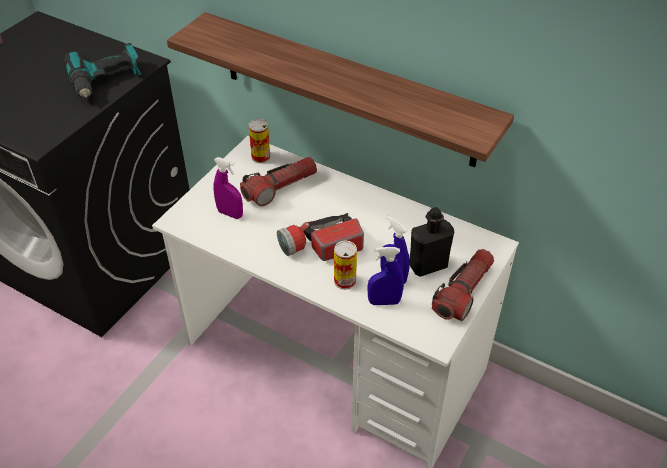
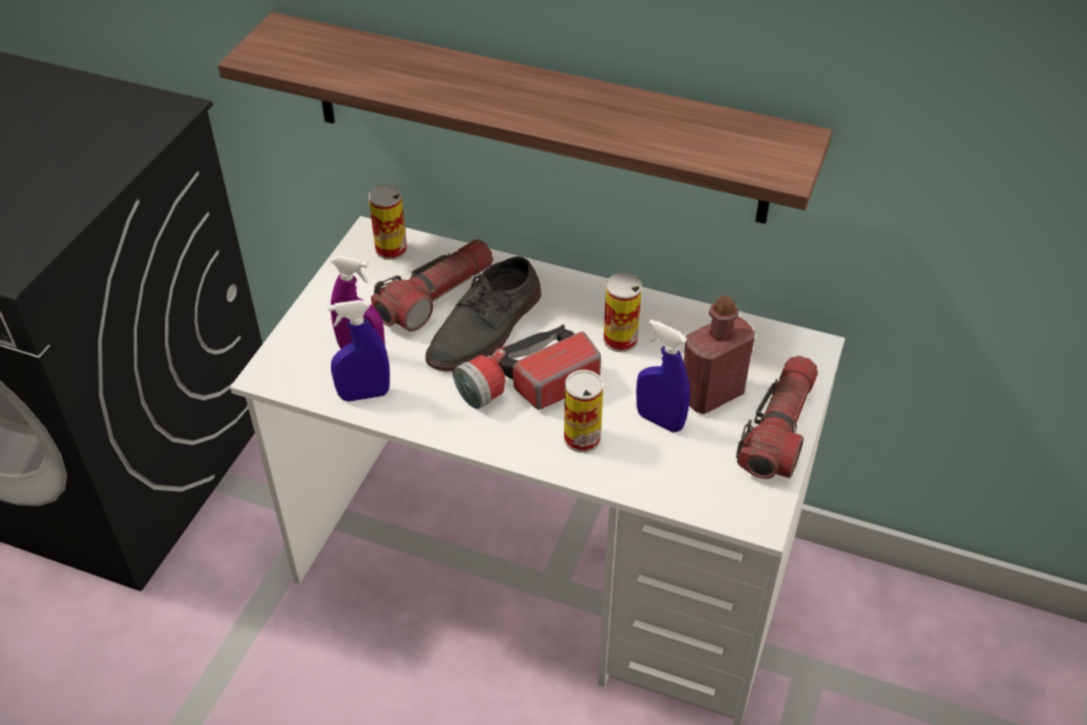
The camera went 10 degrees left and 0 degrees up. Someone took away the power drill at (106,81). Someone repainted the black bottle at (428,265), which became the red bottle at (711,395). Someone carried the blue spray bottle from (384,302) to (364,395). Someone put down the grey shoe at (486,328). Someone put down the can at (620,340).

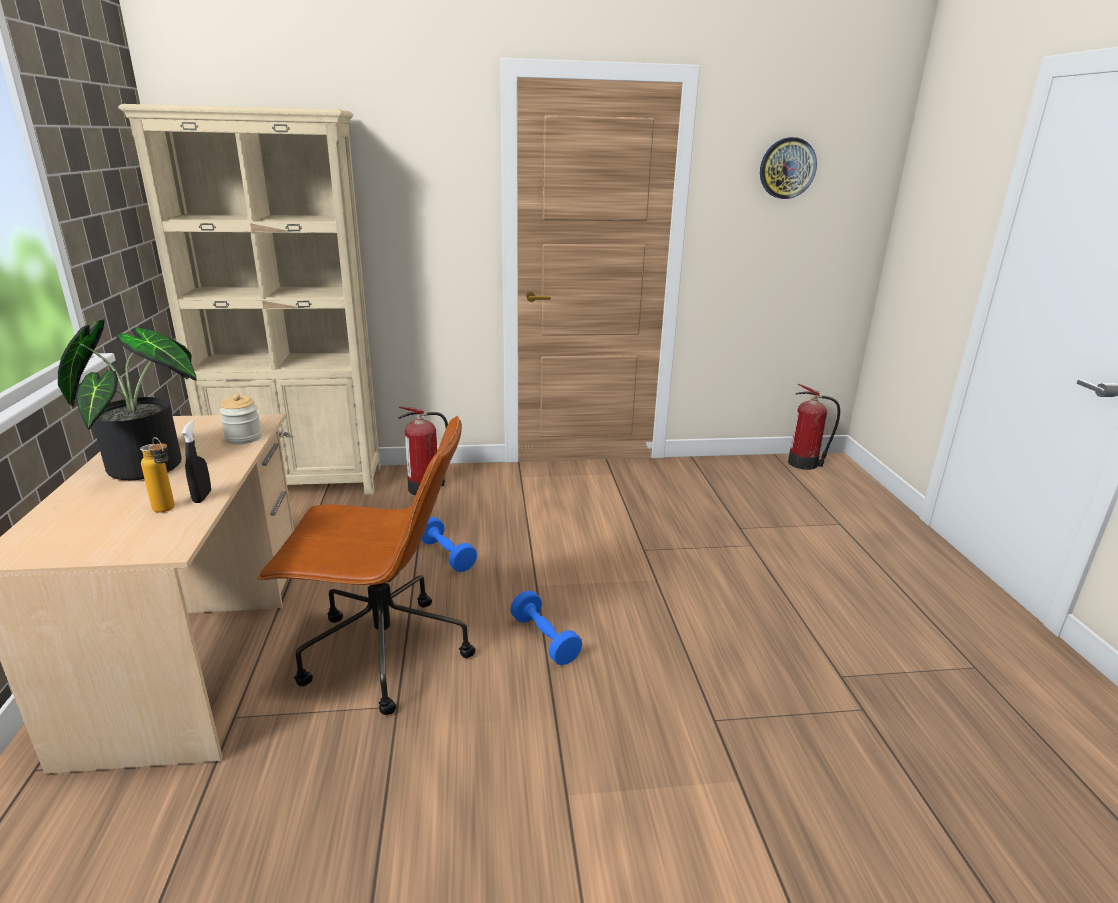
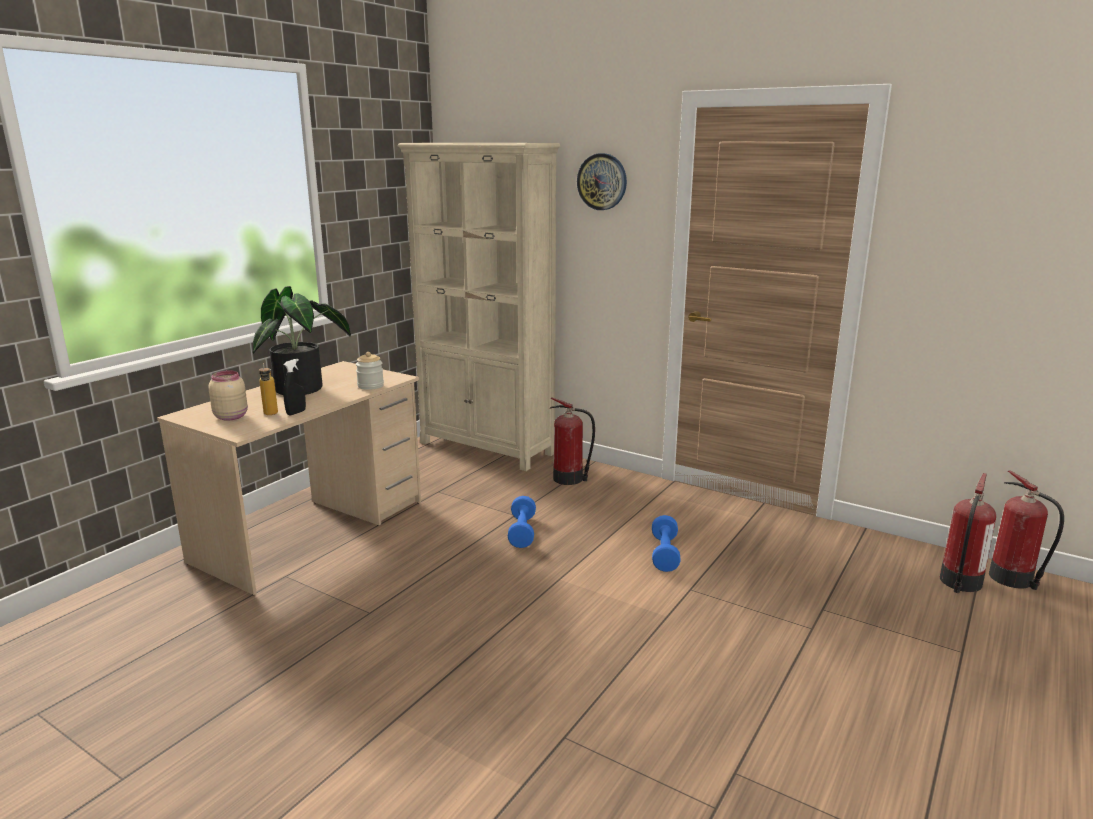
The camera went 40 degrees right and 5 degrees down. Someone carried the wall clock from (787,168) to (602,181). Someone took away the brown office chair at (382,653). Someone carried the blue dumbbell from (544,639) to (664,554). Someone put down the beige jar at (231,416). Someone put down the fire extinguisher at (960,582).

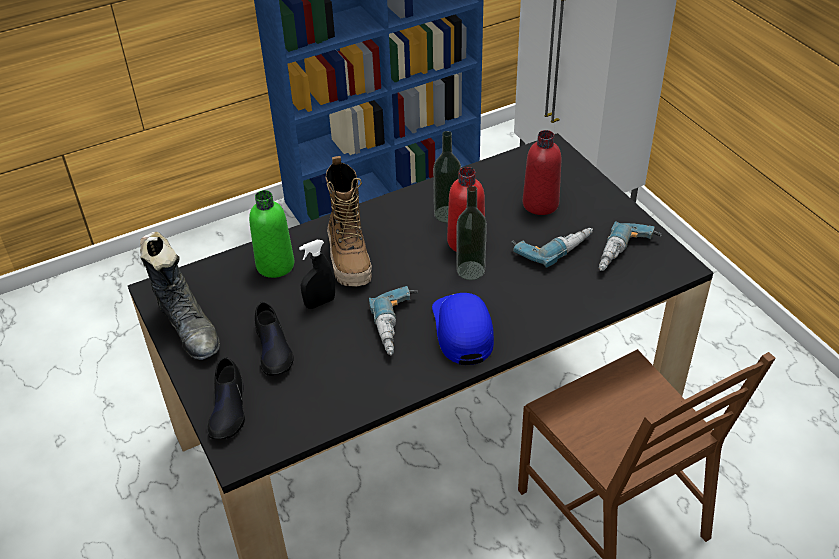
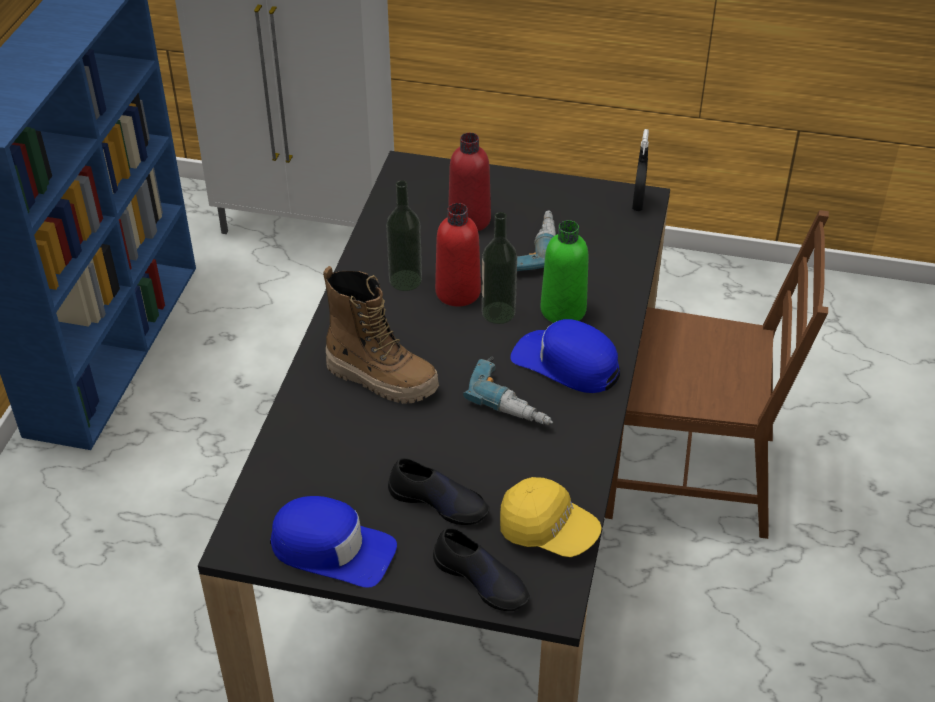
The camera went 50 degrees left and 0 degrees up. Someone carried the green bottle from (275,265) to (563,310). Someone took away the power drill at (627,256). Someone swapped the black boot at (189,328) for the blue cap at (332,549). Someone carried the black spray bottle from (320,302) to (638,203). Someone put down the yellow cap at (548,531).

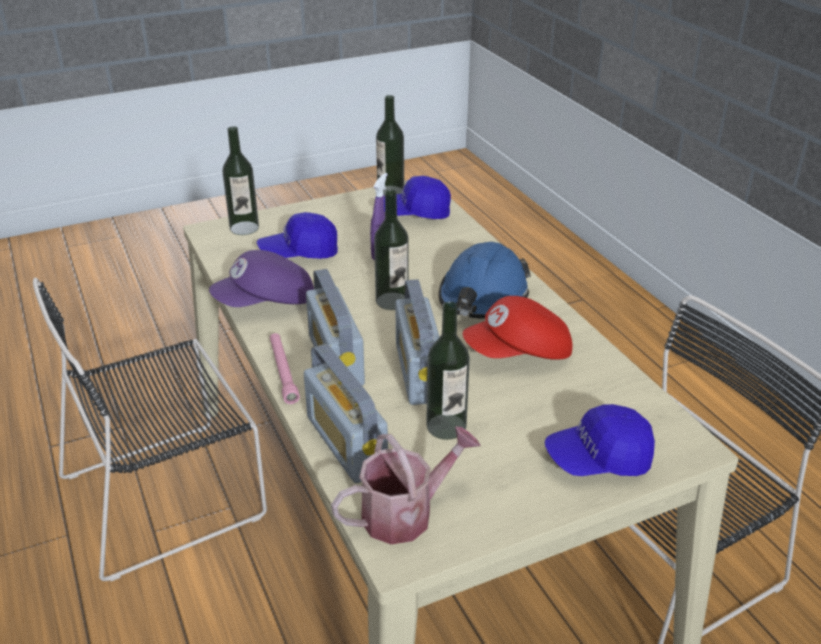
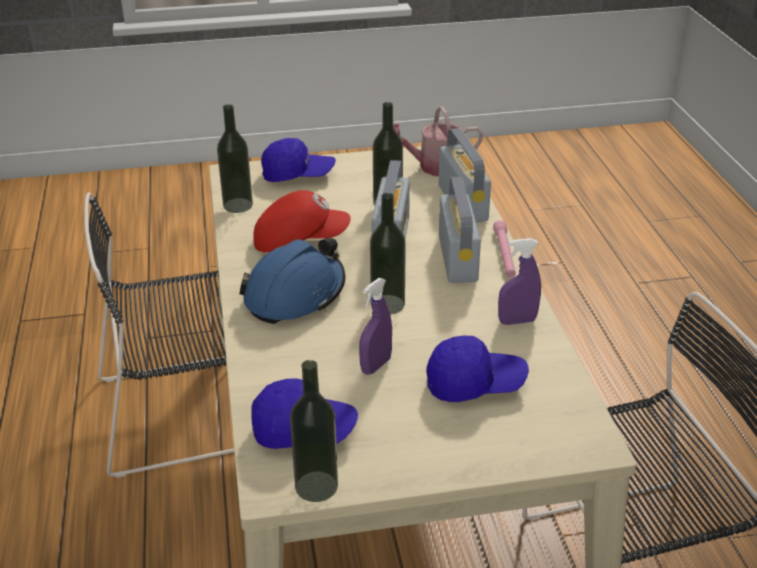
The camera went 165 degrees left and 0 degrees up. Someone carried the bottle from (244,228) to (238,205). Someone swapped the purple cap at (267,303) for the purple spray bottle at (517,321).

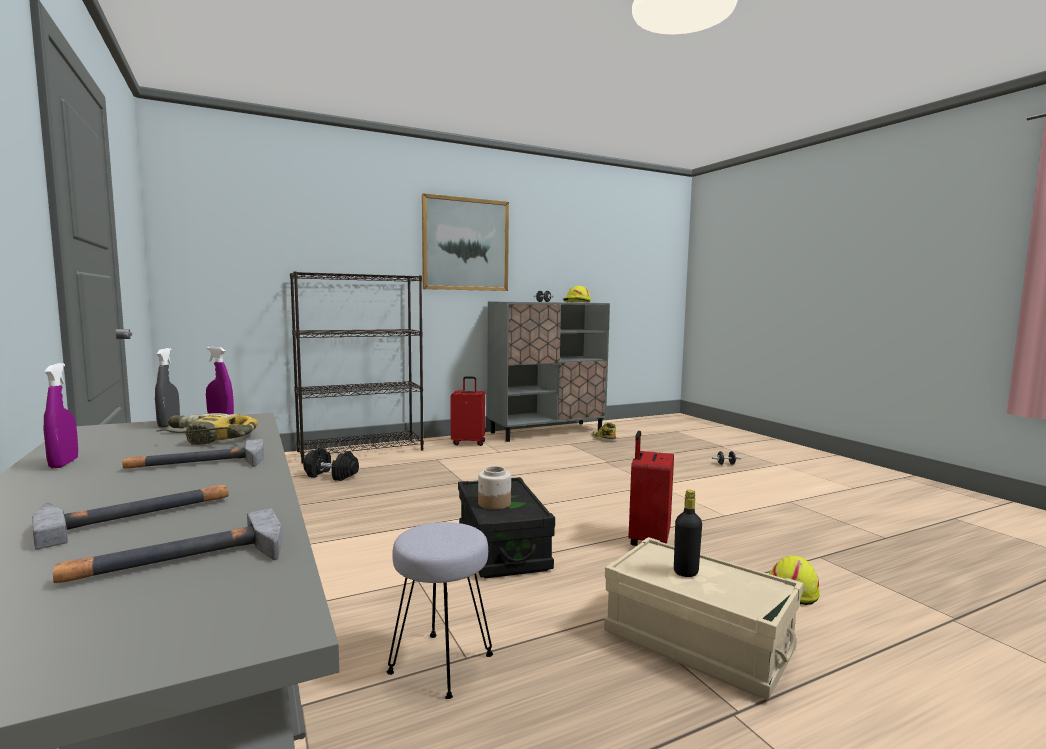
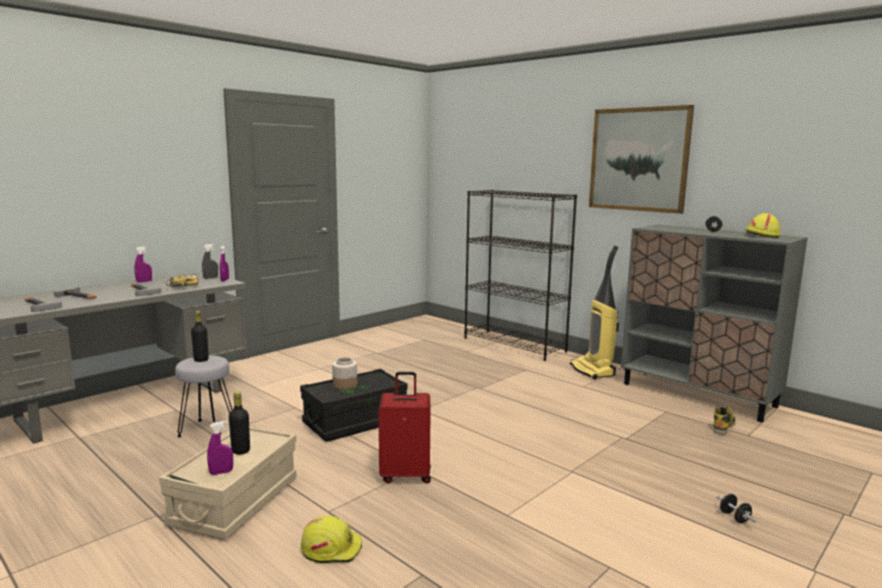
The camera went 70 degrees right and 5 degrees up. Someone swapped the red suitcase at (468,443) for the vacuum cleaner at (593,371). Someone took away the black dumbbell at (331,475). Someone put down the black bottle at (201,360). Someone put down the purple spray bottle at (221,472).

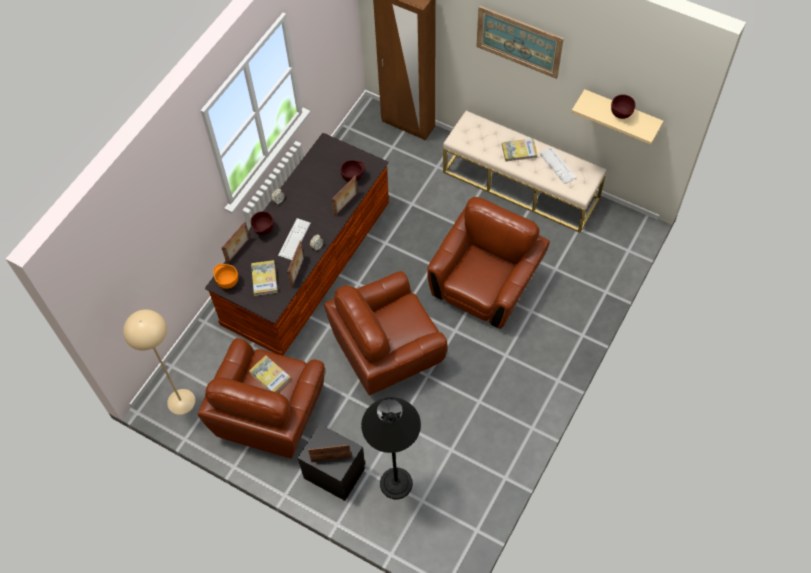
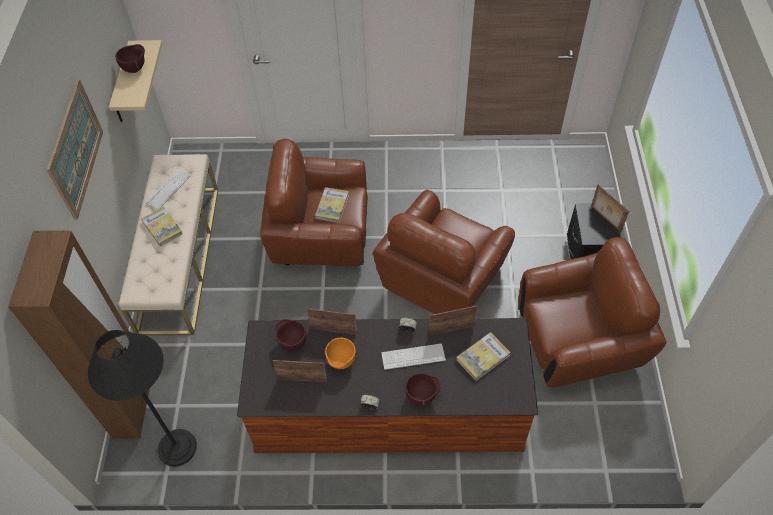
The camera went 120 degrees left and 5 degrees down. Someone carried the picture frame from (238,250) to (302,379). Someone carried the orange bowl from (227,282) to (341,363). Someone rotated the brown armchair at (387,350) by 90 degrees clockwise. Someone took away the beige floor lamp at (181,401). Someone carried the book from (270,376) to (332,206). Someone carried the black floor lamp from (396,483) to (177,447).

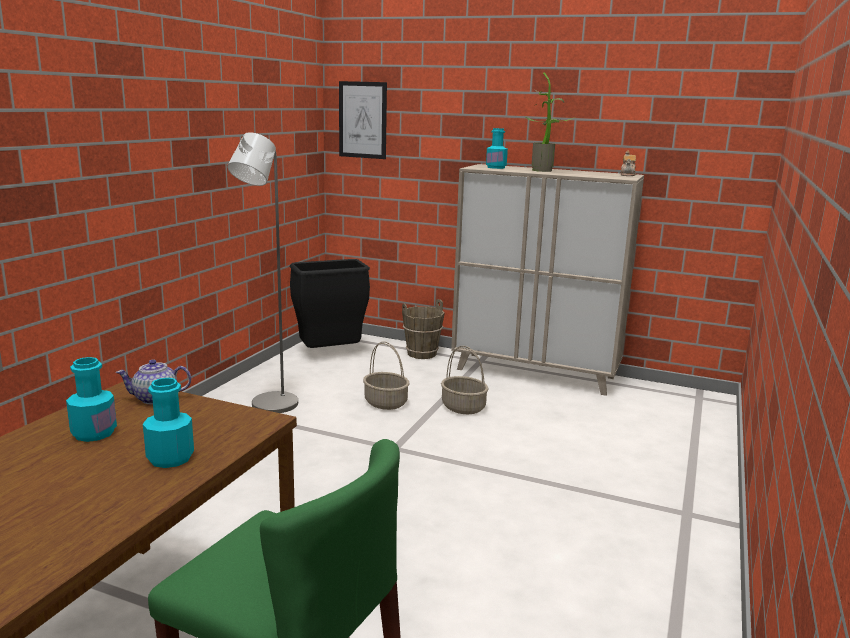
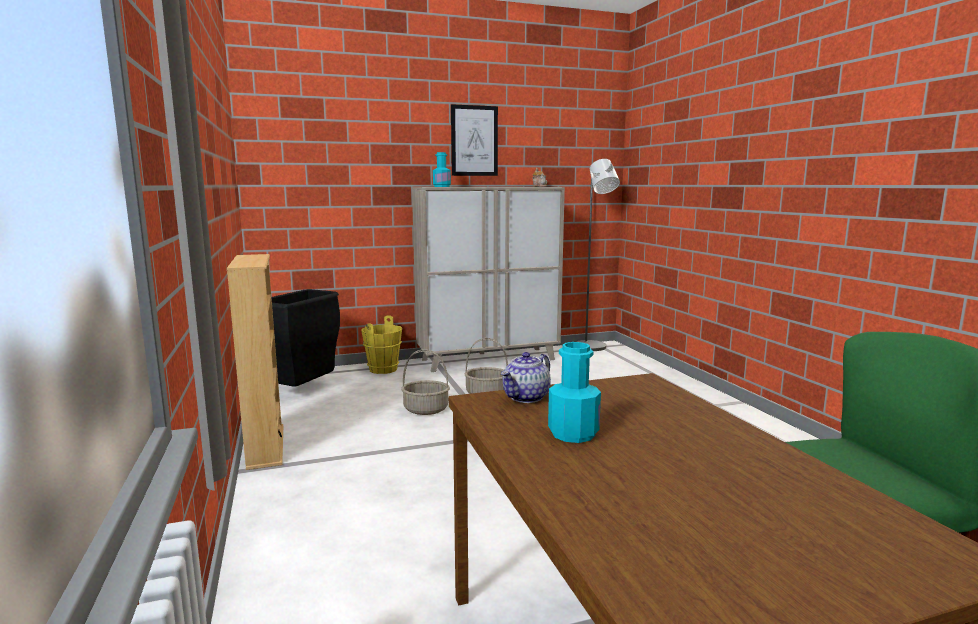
The camera went 40 degrees left and 5 degrees down. Someone took away the potted plant at (545,170). Someone carried the picture from (362,120) to (474,141). Someone carried the grey floor lamp from (269,407) to (593,348). Someone repainted the brown bucket at (422,354), which became the yellow bucket at (383,369). Someone took away the turquoise bottle at (170,458). Someone put down the beige bookcase at (265,446).

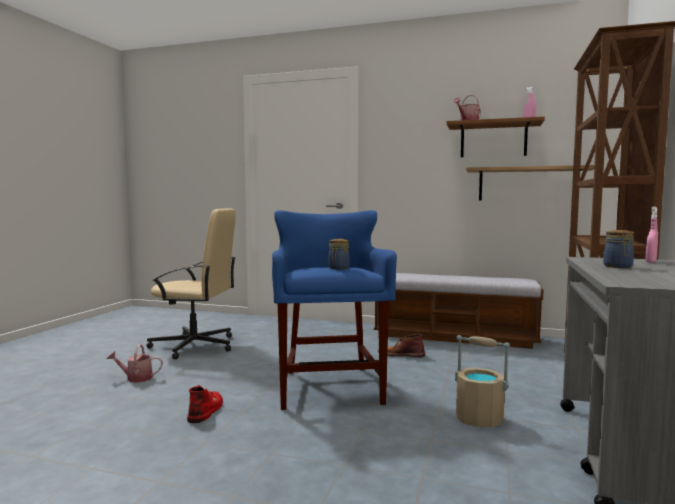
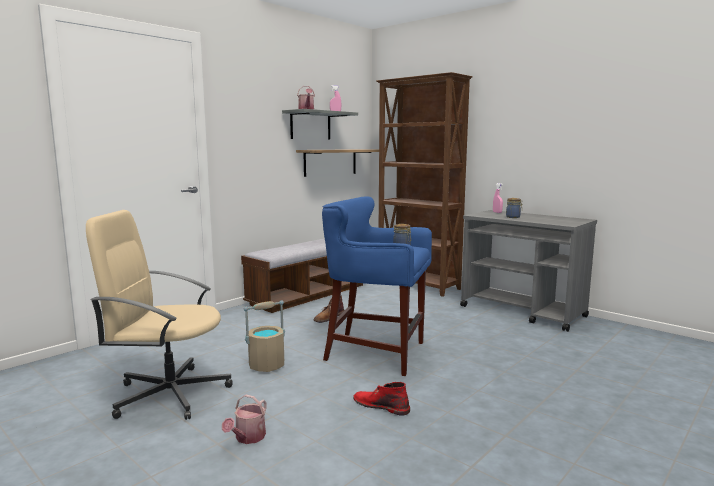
The camera went 65 degrees left and 5 degrees up. Someone repainted the brown shelf at (493,140), which became the grey shelf at (310,125). Someone rotated the beige office chair at (195,346) by 120 degrees counterclockwise. Someone carried the beige bucket from (479,419) to (267,365).

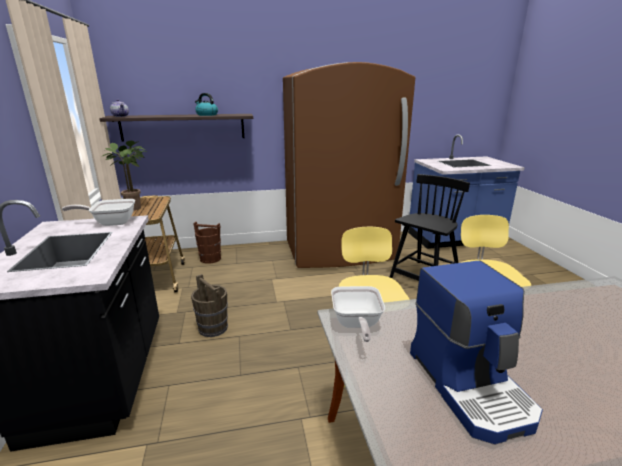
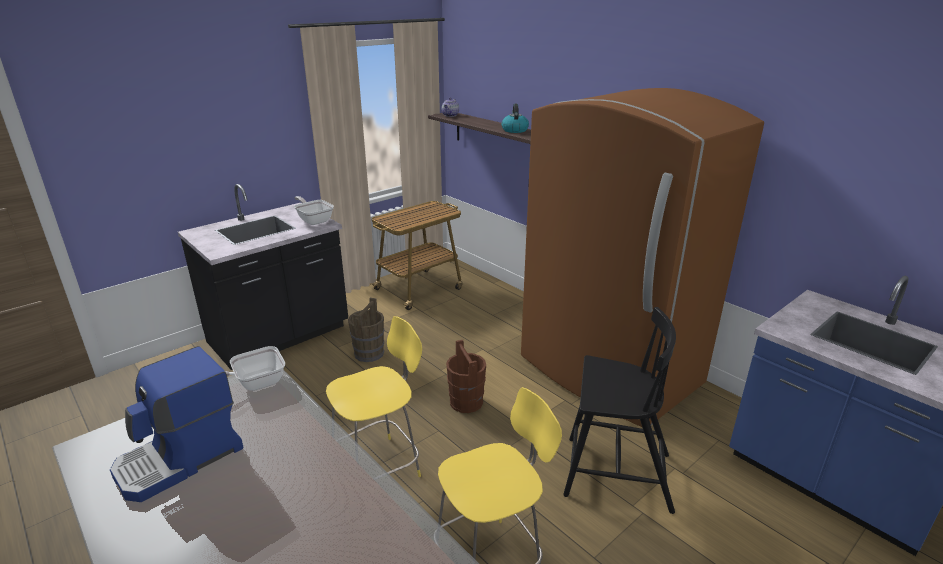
The camera went 60 degrees right and 5 degrees up. Someone took away the potted plant at (136,208). Someone carried the brown bucket from (210,258) to (466,402).

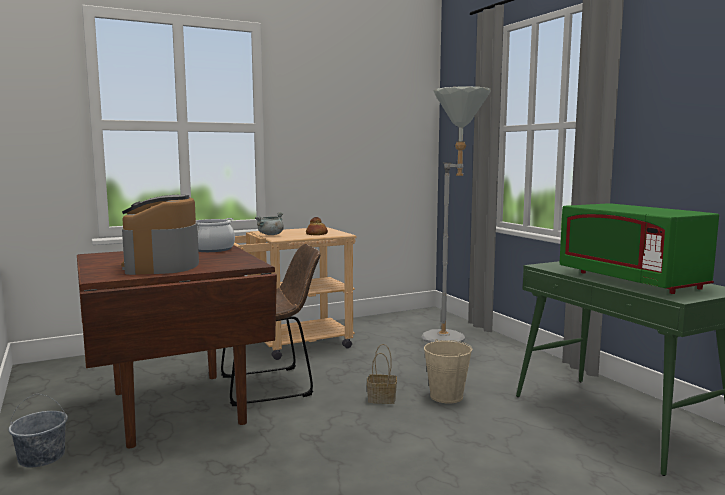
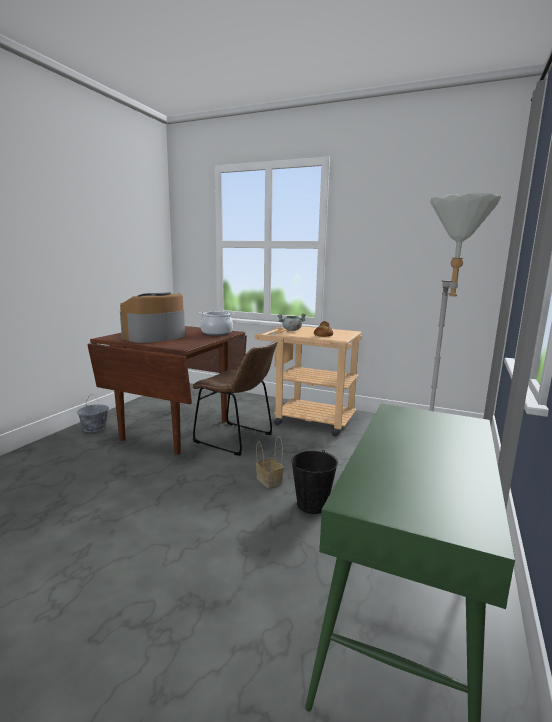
The camera went 50 degrees right and 5 degrees up. Someone took away the green microwave at (631,280). Someone repainted the beige bucket at (446,396), which became the black bucket at (312,504).

